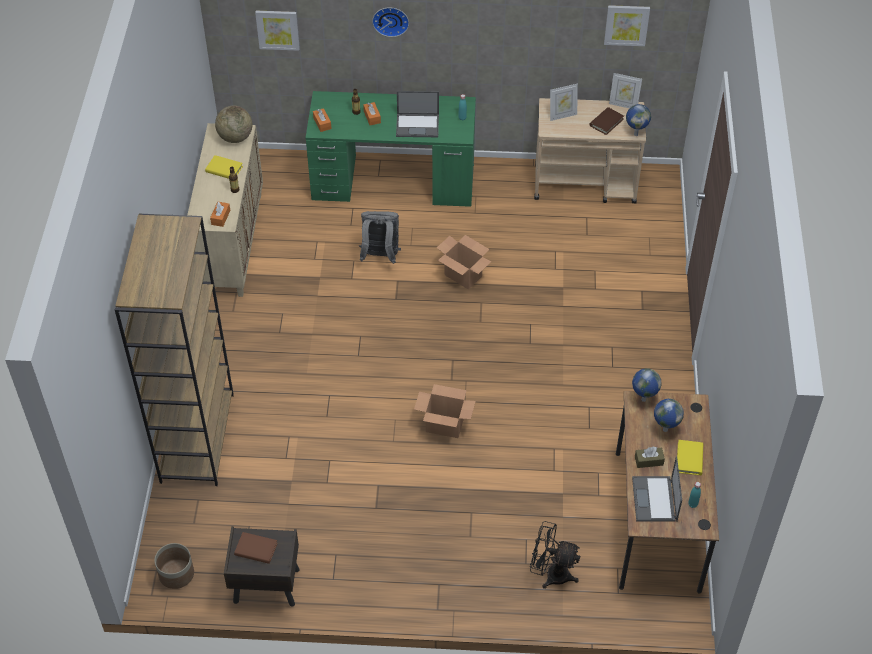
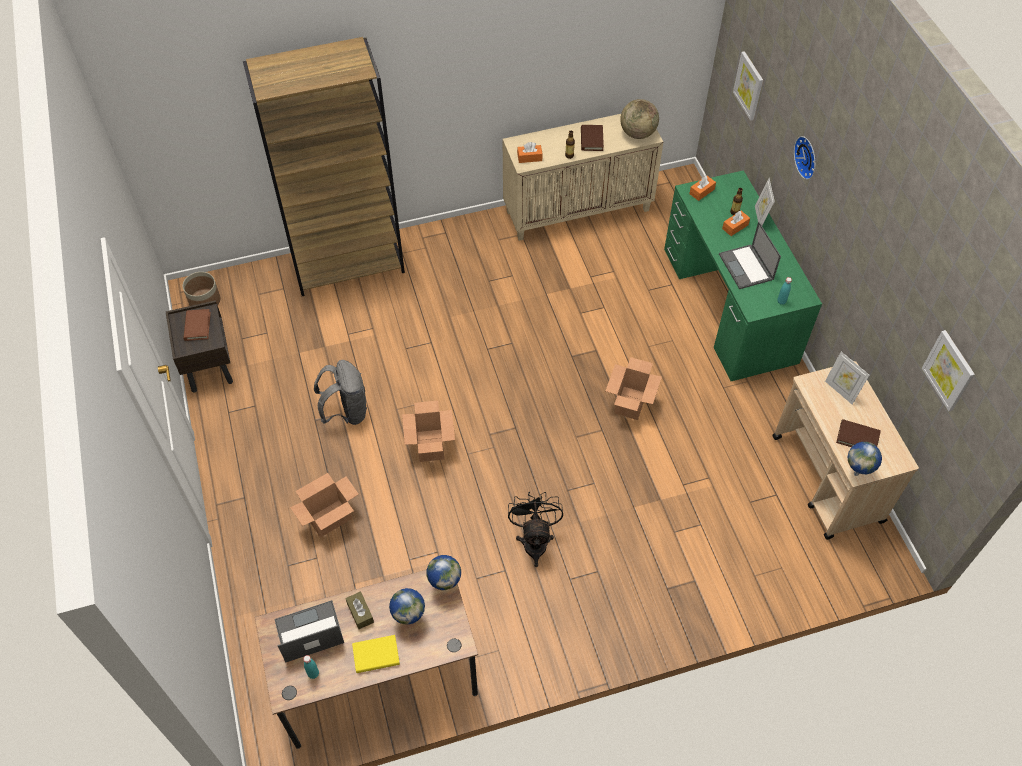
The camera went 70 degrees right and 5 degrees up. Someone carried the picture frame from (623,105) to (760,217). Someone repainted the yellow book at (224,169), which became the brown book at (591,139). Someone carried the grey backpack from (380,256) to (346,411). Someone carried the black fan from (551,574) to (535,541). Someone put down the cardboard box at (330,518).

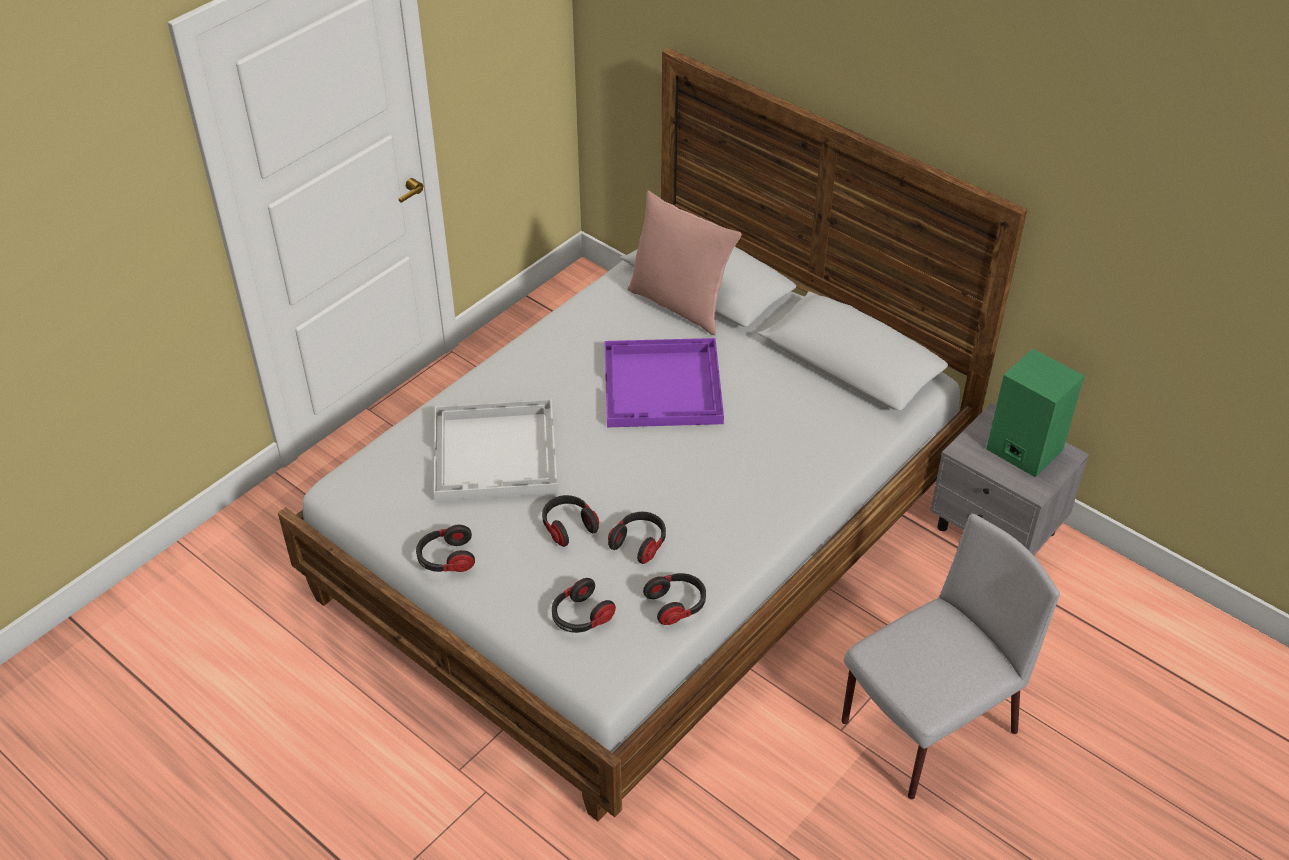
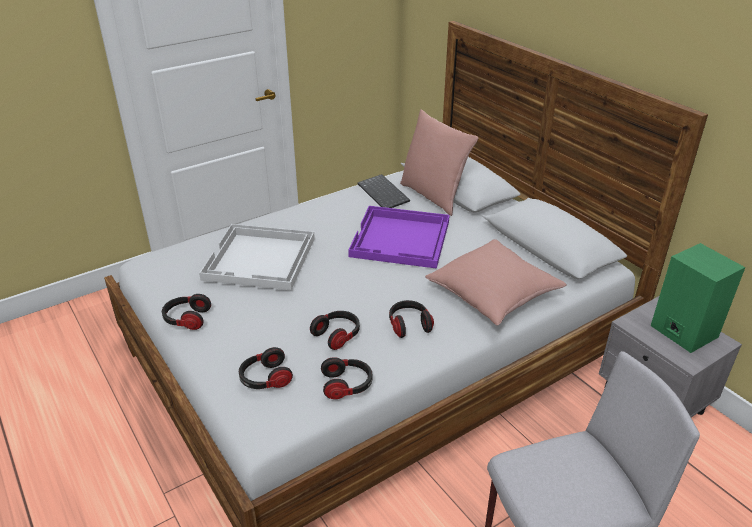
The camera went 15 degrees right and 10 degrees down. Someone carried the headphones from (568,526) to (409,325). Someone put down the keyboard at (384,193). Someone put down the pink pillow at (493,294).

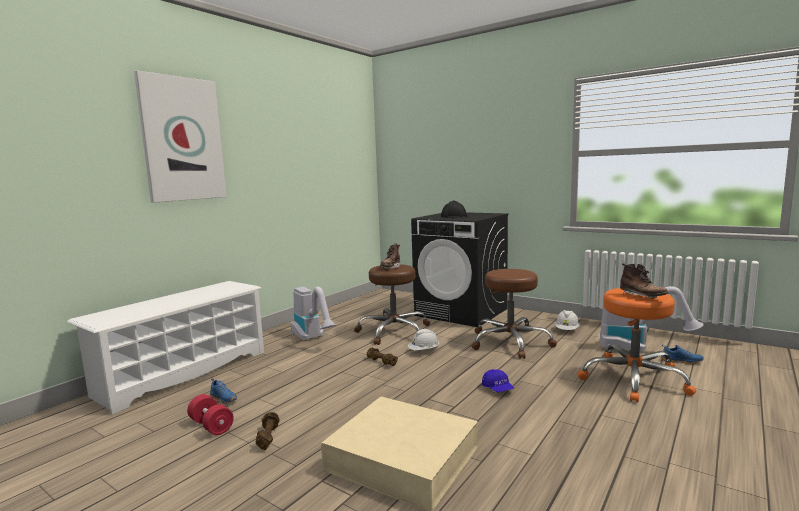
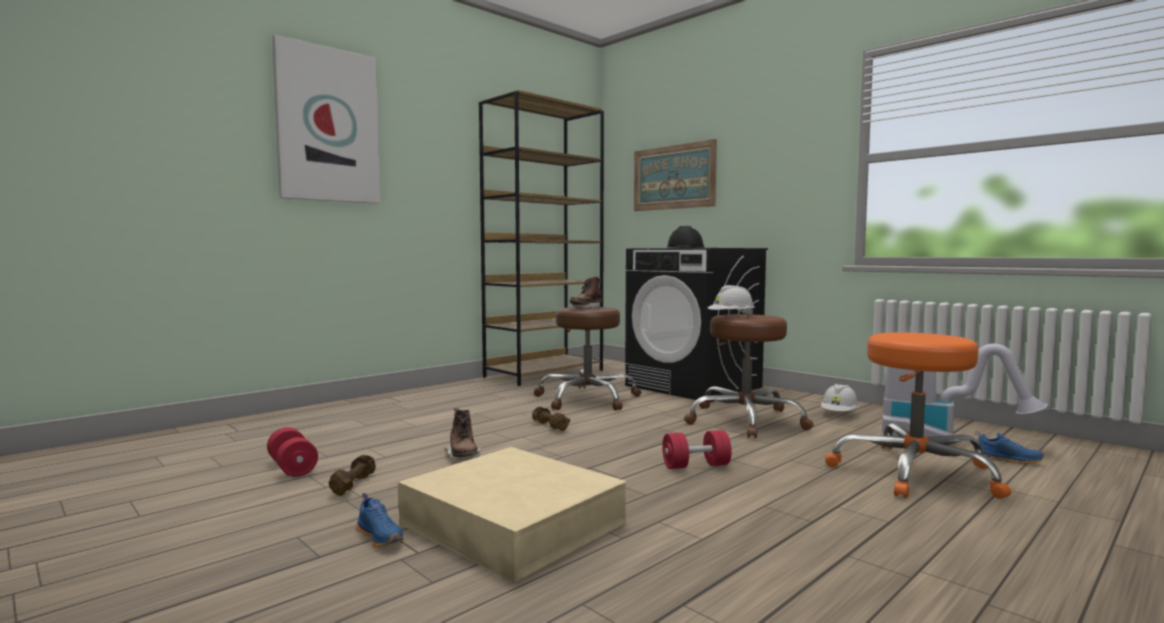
The camera went 10 degrees right and 5 degrees down. Someone carried the brown boot from (642,297) to (463,457). Someone took away the white shoe rack at (183,373). Someone took away the vacuum cleaner at (313,338). Someone carried the white hard hat from (424,351) to (731,317). Someone swapped the blue cap at (498,389) for the red dumbbell at (696,466). Someone carried the blue shoe from (224,399) to (381,536). Someone put down the brown bookcase at (544,373). Someone put up the picture at (673,177).

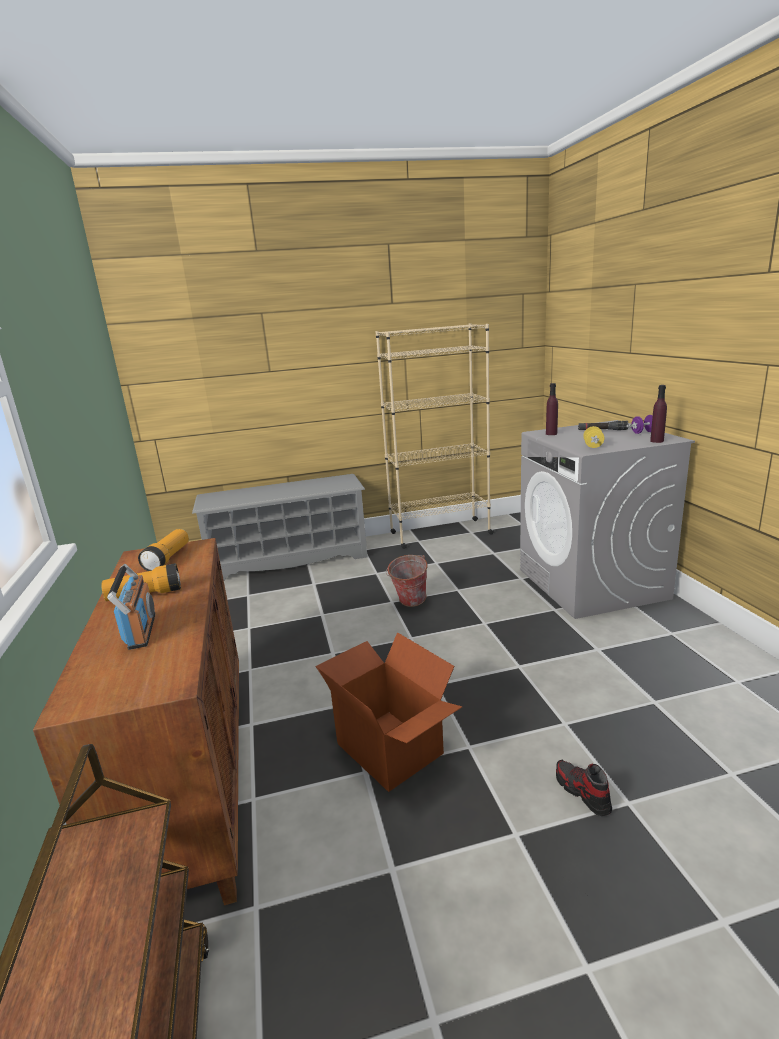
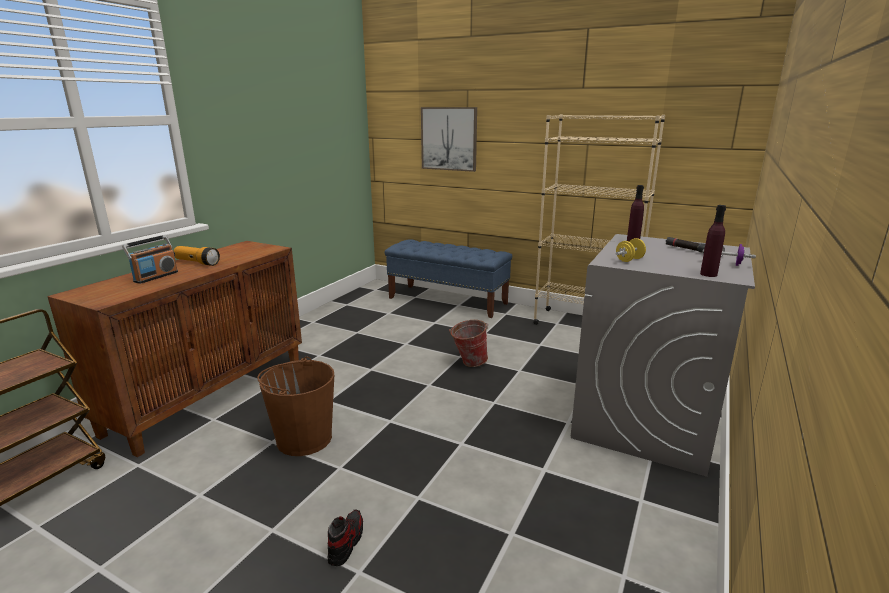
The camera went 40 degrees right and 0 degrees up. Someone swapped the grey shoe rack at (289,559) for the blue bench at (448,301). Someone took away the flashlight at (168,559). Someone swapped the cardboard box at (391,748) for the brown bucket at (304,439). Someone put up the picture at (449,139).

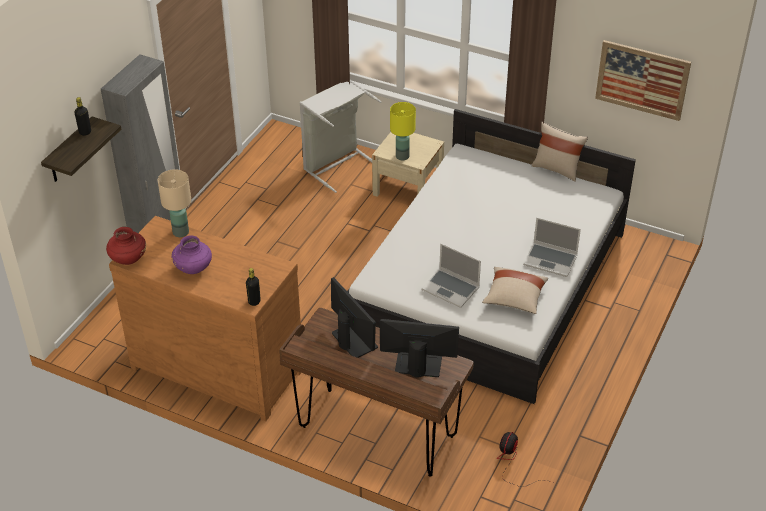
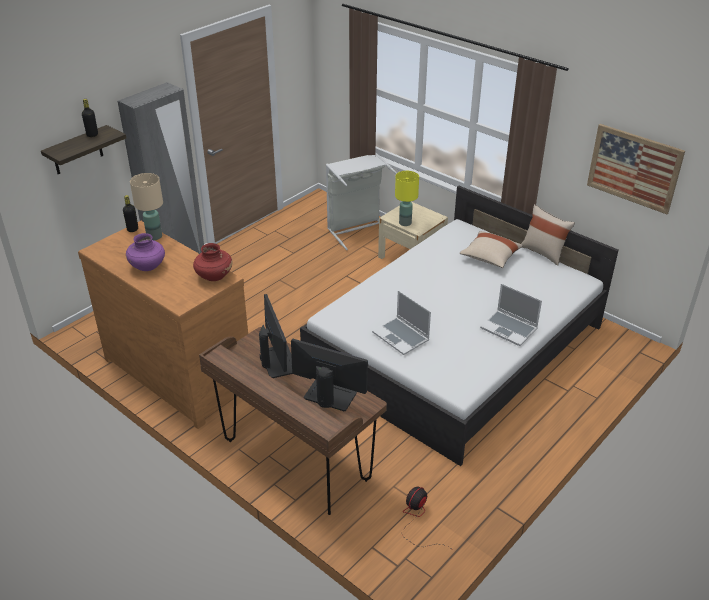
The camera went 15 degrees right and 5 degrees down. Someone carried the red vase from (128,259) to (214,276). Someone carried the beige pillow from (514,298) to (489,257). Someone carried the black bottle from (254,301) to (132,229).

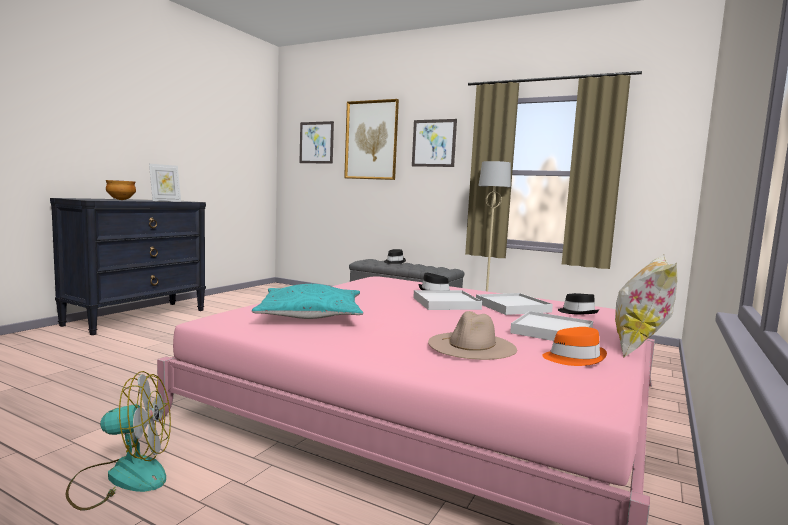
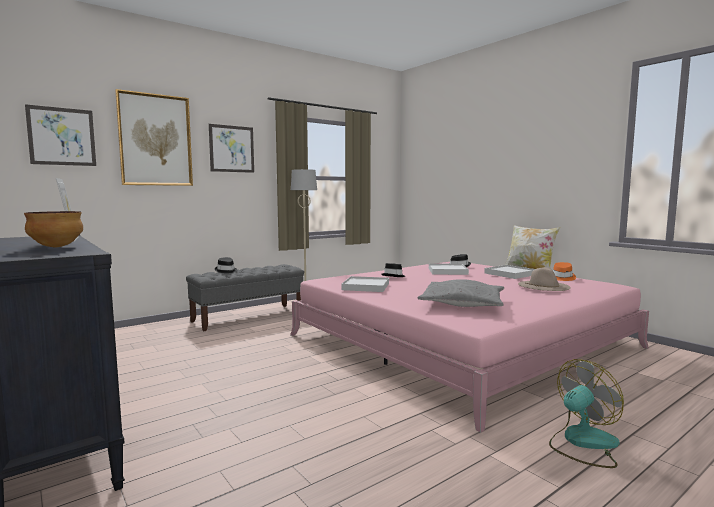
The camera went 65 degrees left and 0 degrees up. Someone repainted the turquoise pillow at (311,315), which became the grey pillow at (462,304). Someone carried the white tray from (445,303) to (365,286). Someone rotated the fan at (122,477) by 45 degrees clockwise.

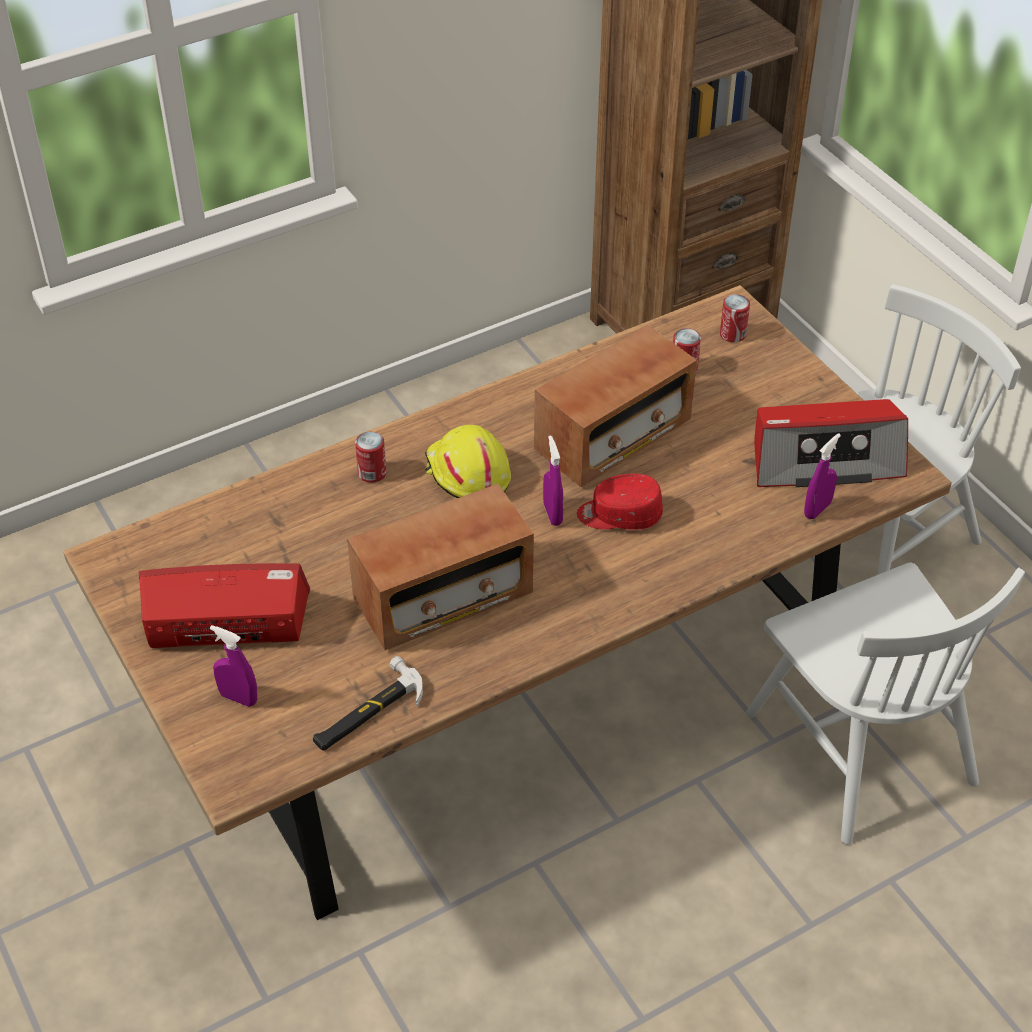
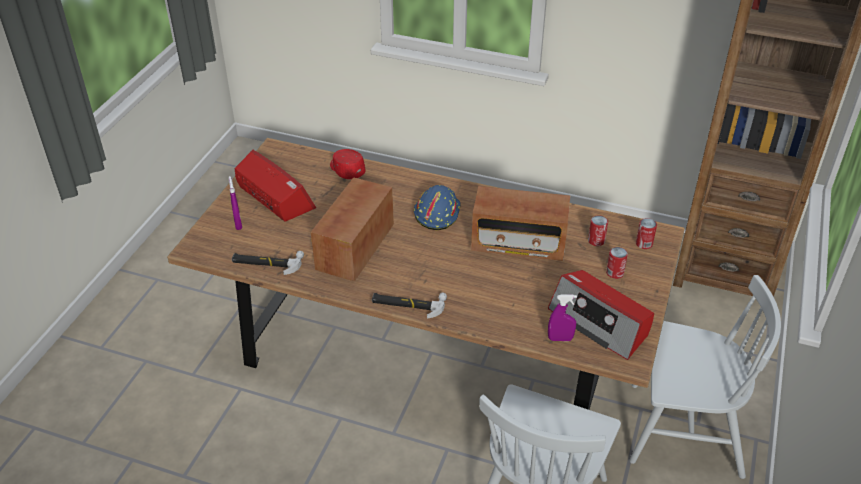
The camera went 50 degrees right and 5 degrees down. Someone repainted the yellow hard hat at (466,474), which became the blue hard hat at (436,213). Someone carried the can from (372,473) to (615,273). Someone took away the purple spray bottle at (552,514). Someone carried the red cap from (619,515) to (346,170). Someone rotated the radio at (443,598) by 90 degrees clockwise. Someone put down the hammer at (408,304).

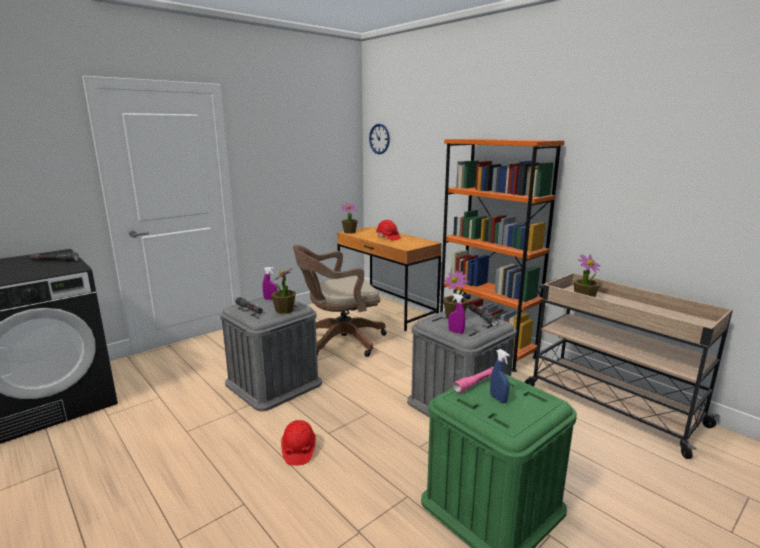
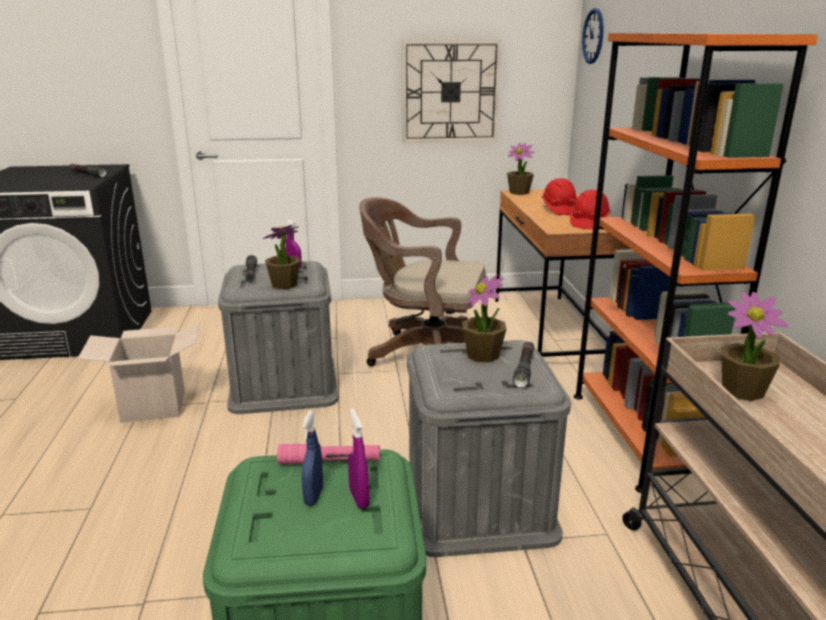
The camera went 35 degrees right and 5 degrees up. Someone carried the purple spray bottle from (456,332) to (359,498). Someone carried the red hard hat from (298,450) to (588,223). Someone put up the wall clock at (450,92). Someone put down the cardboard box at (153,406).

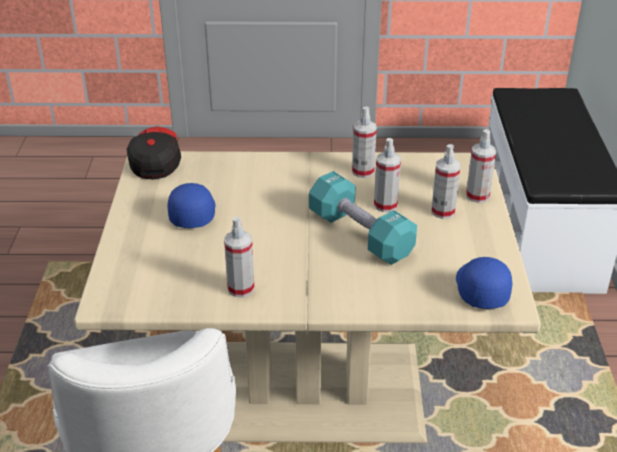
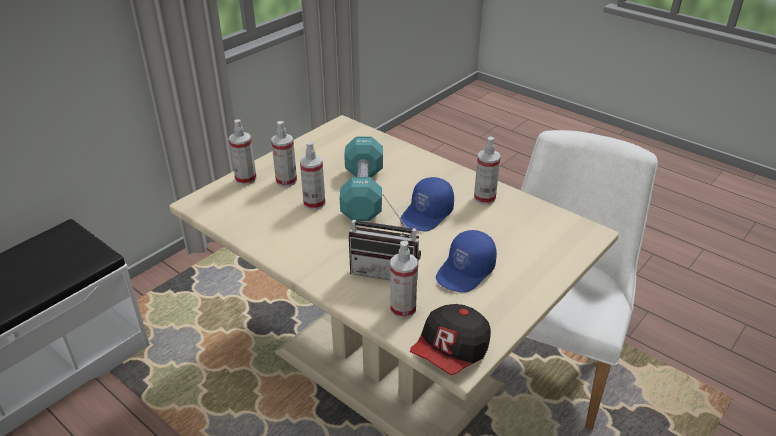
The camera went 140 degrees left and 0 degrees up. Someone carried the spray bottle from (363,171) to (403,309). Someone carried the blue cap from (480,289) to (427,215). Someone put down the radio at (386,270).

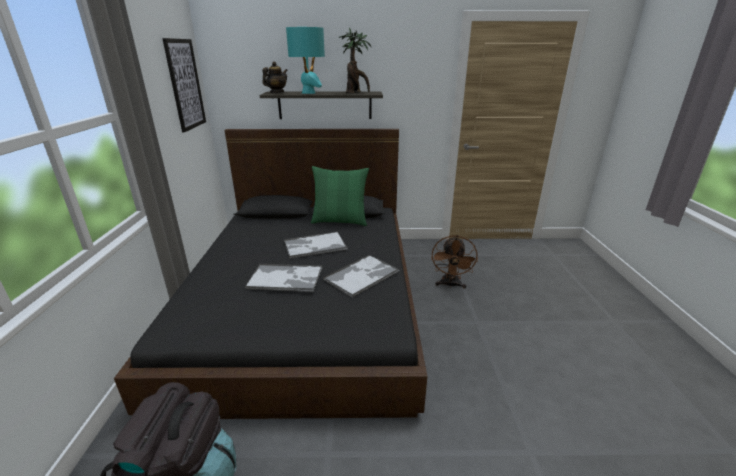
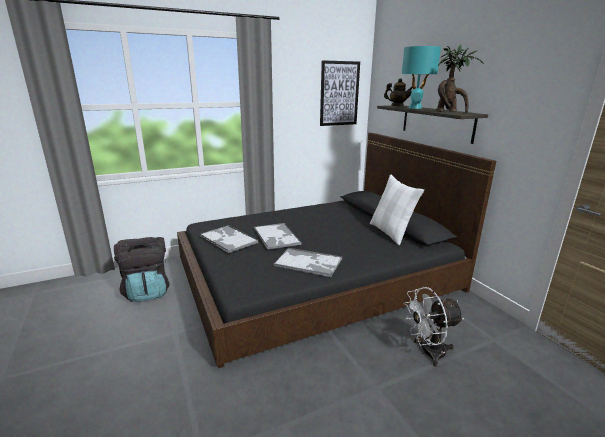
The camera went 65 degrees right and 5 degrees down. Someone repainted the green pillow at (340,221), which became the white pillow at (390,233). Someone carried the tray from (314,246) to (228,239). Someone repainted the brown fan at (450,285), which became the white fan at (427,352).

